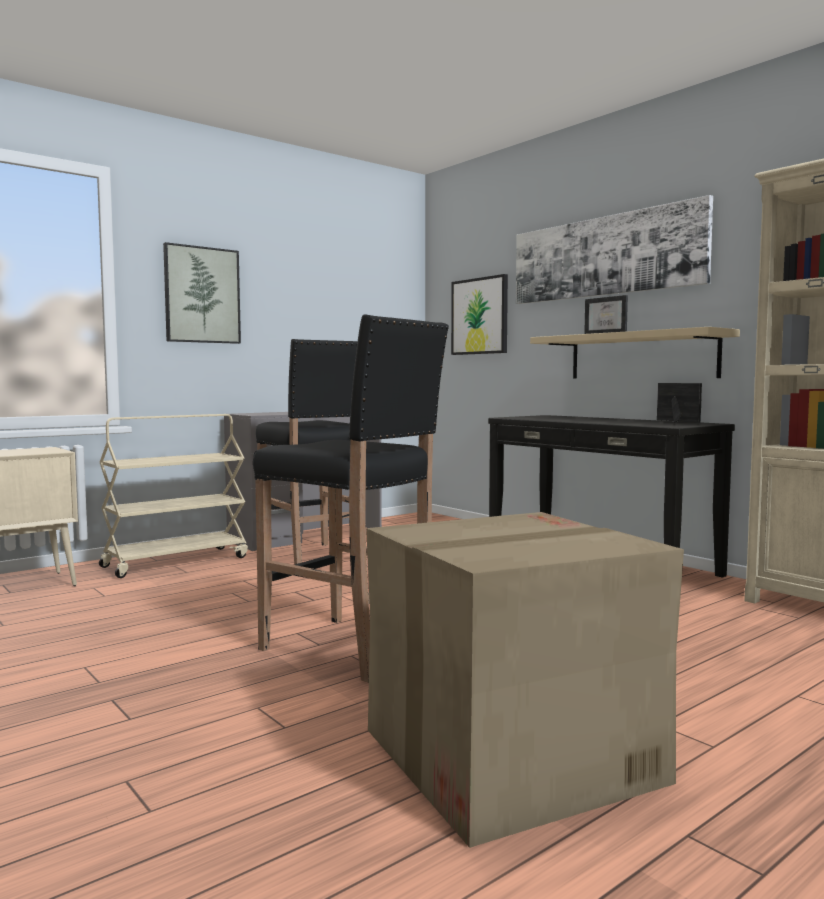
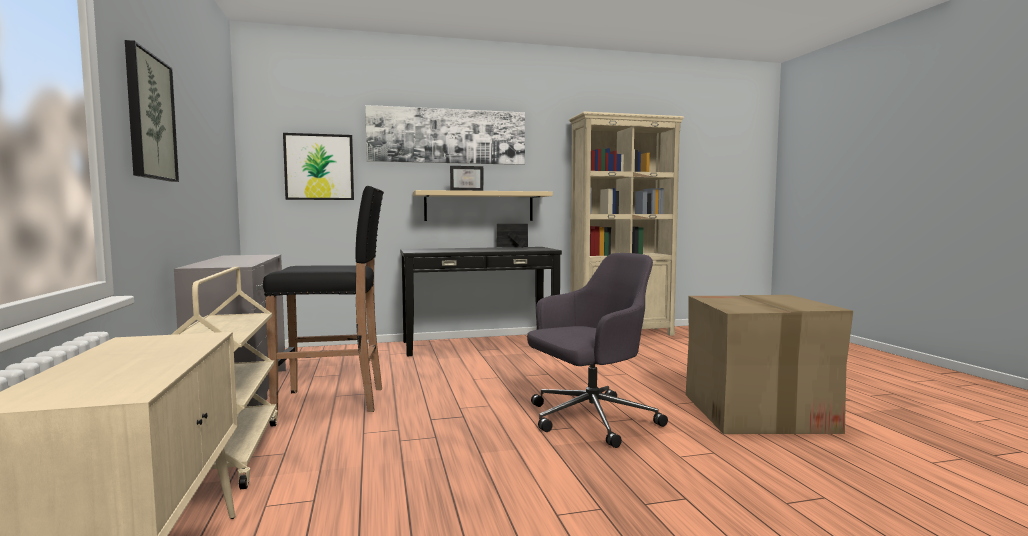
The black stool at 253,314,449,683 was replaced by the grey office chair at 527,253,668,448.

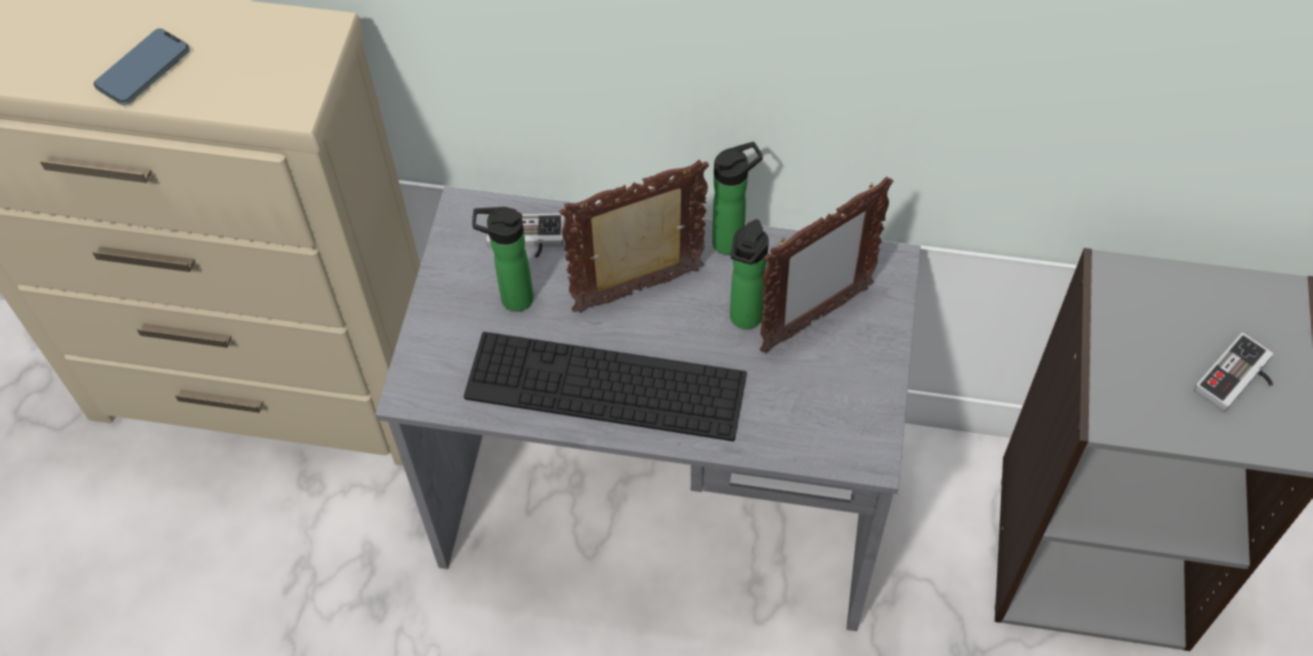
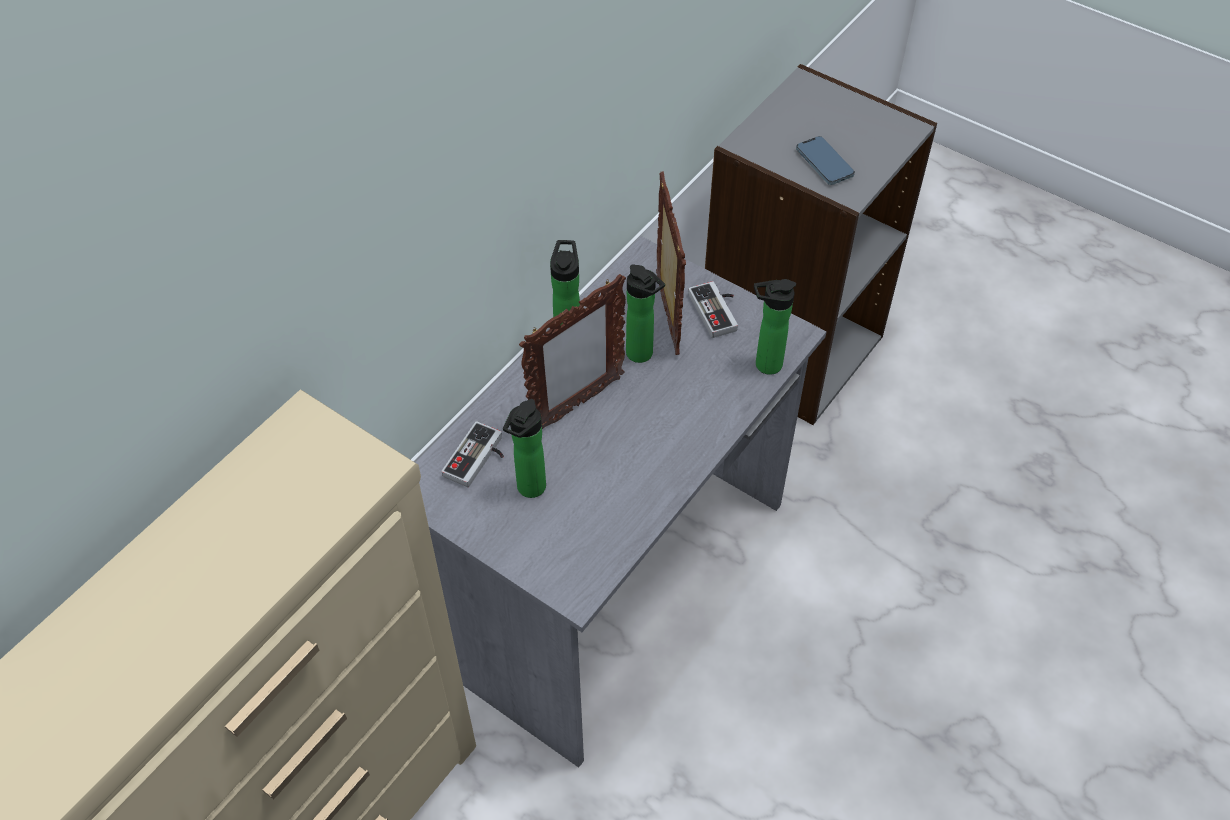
The picture frame at 559,160,709,313 turned 135 degrees counterclockwise.
The game controller moved from 1194,333,1273,412 to 688,281,738,338.
The bottle at 754,279,796,375 appeared.
The phone moved from 94,29,190,106 to 796,136,855,185.
The keyboard at 464,332,747,441 disappeared.

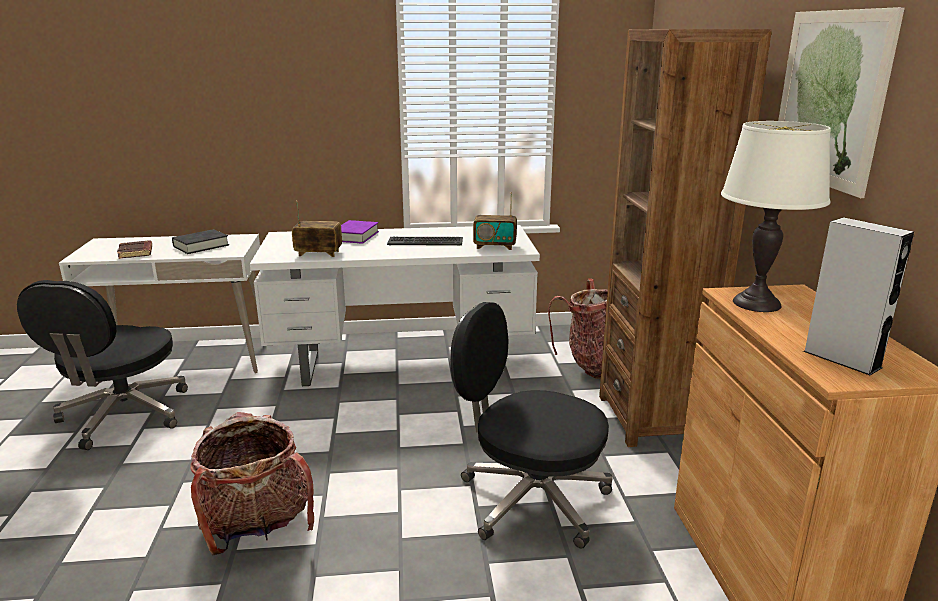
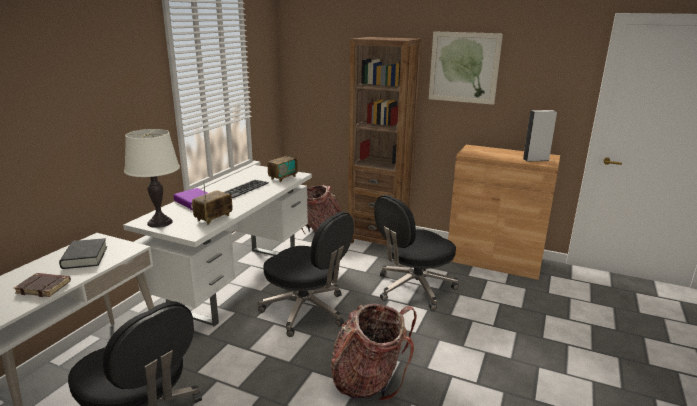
The white table lamp moved from 721,121,831,312 to 124,129,180,228.
The black office chair at 258,212,354,337 appeared.

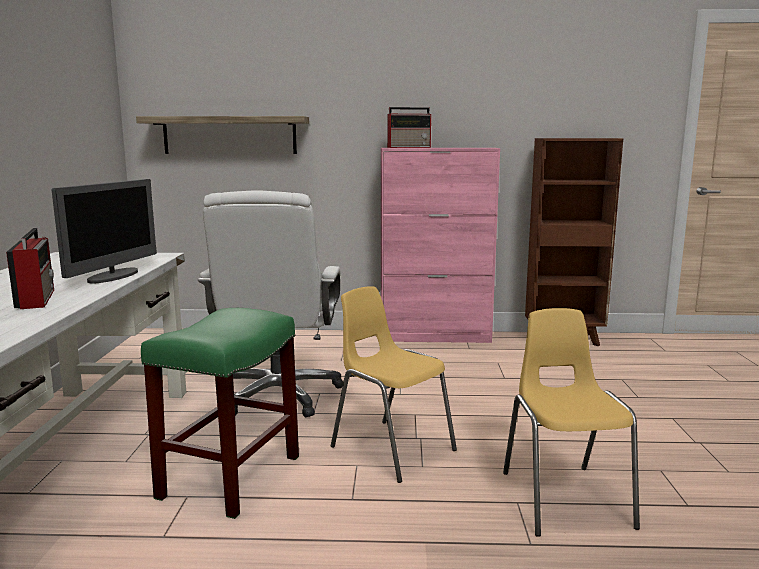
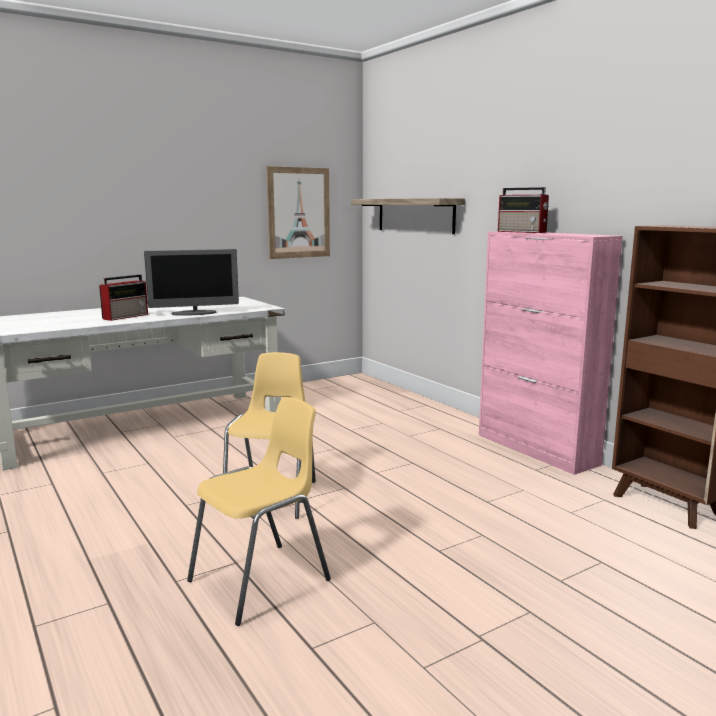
The picture at 266,166,330,259 appeared.
The green stool at 141,308,299,519 disappeared.
The white office chair at 198,190,343,417 disappeared.

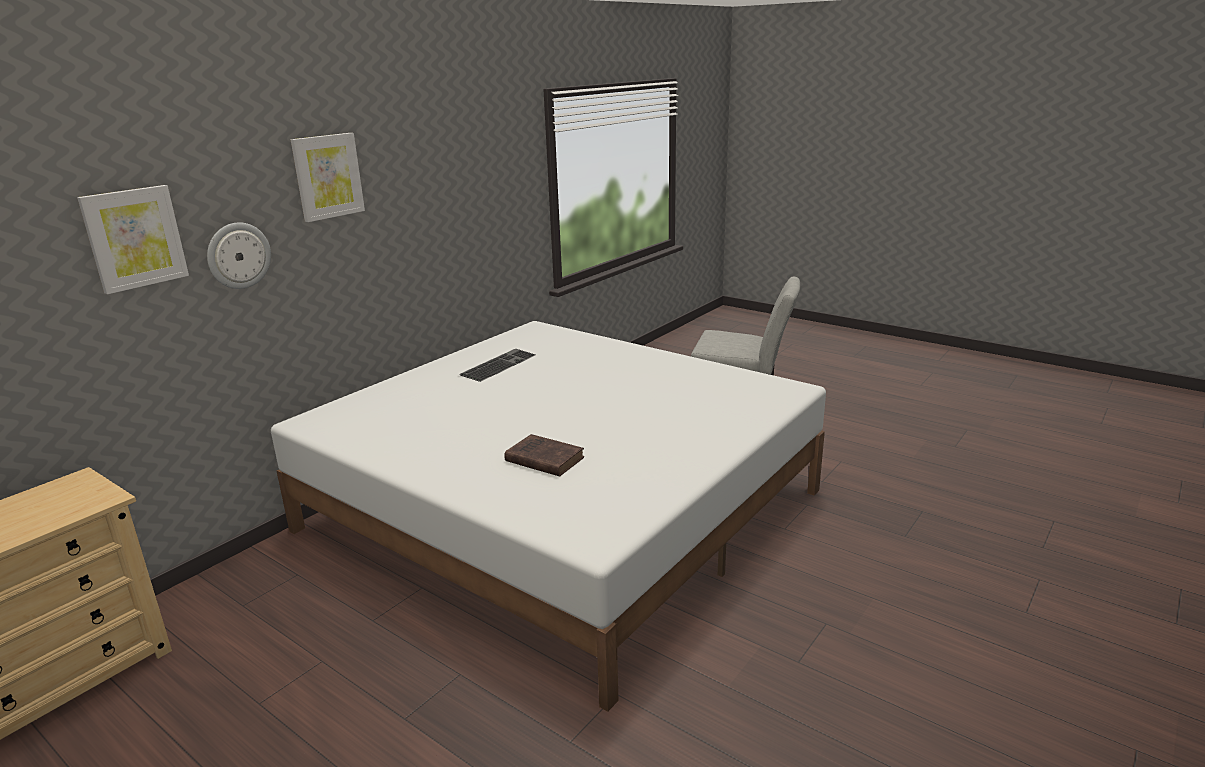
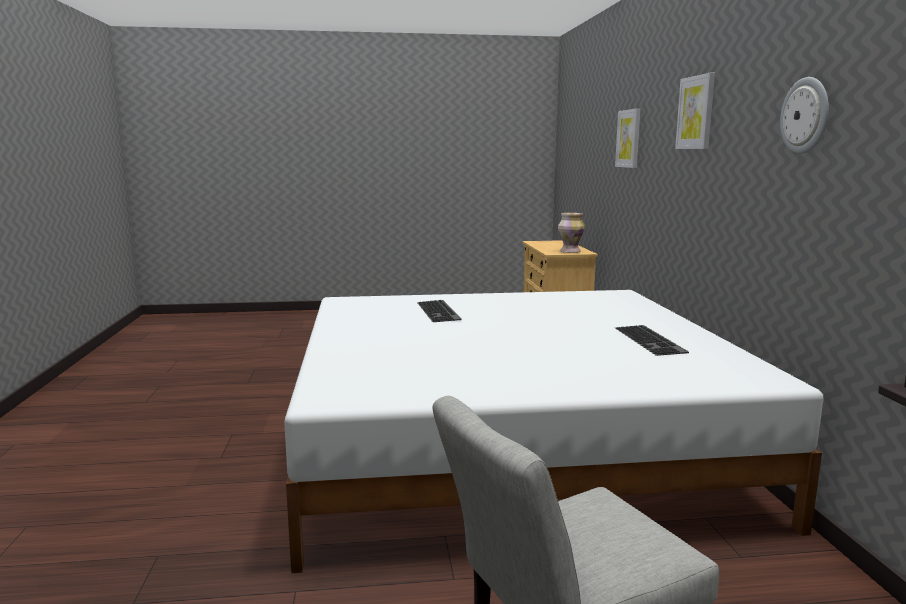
The brown book at 504,434,584,476 was replaced by the keyboard at 417,300,462,322.
The vase at 558,213,585,253 appeared.
The wall clock moved from 207,222,271,289 to 780,77,829,154.

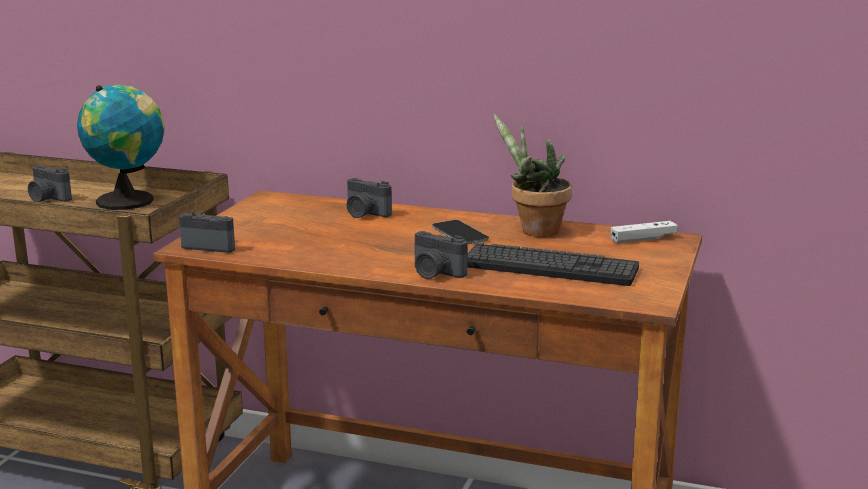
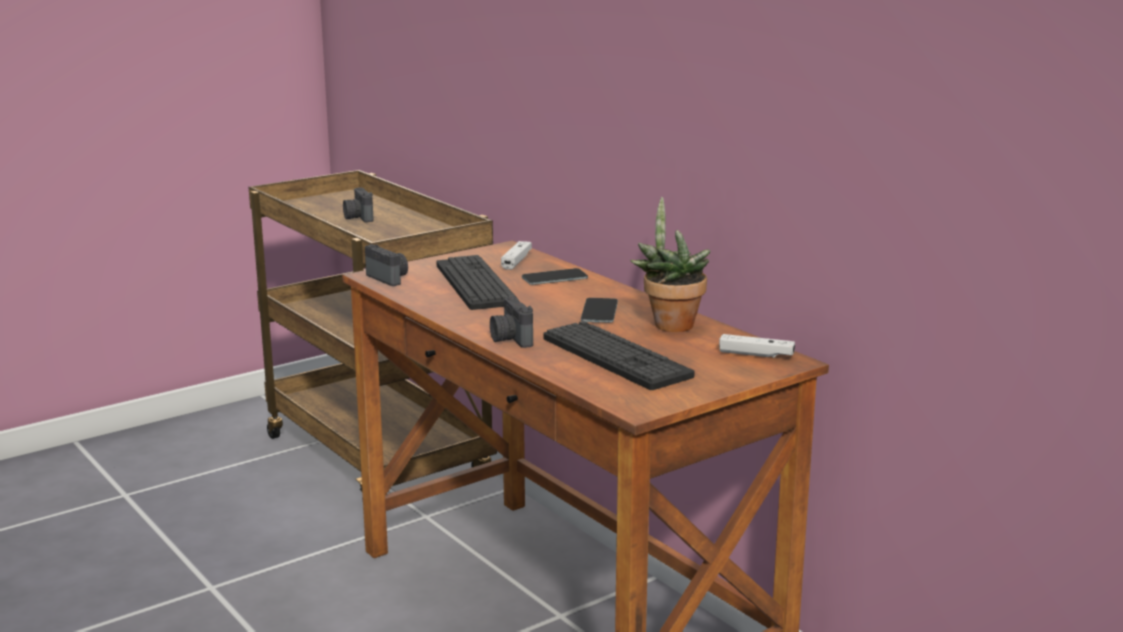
The keyboard at 436,255,517,310 appeared.
The white game controller at 501,241,532,270 appeared.
The photo camera at 346,178,392,218 was replaced by the phone at 522,268,588,285.
The globe at 77,85,165,210 disappeared.

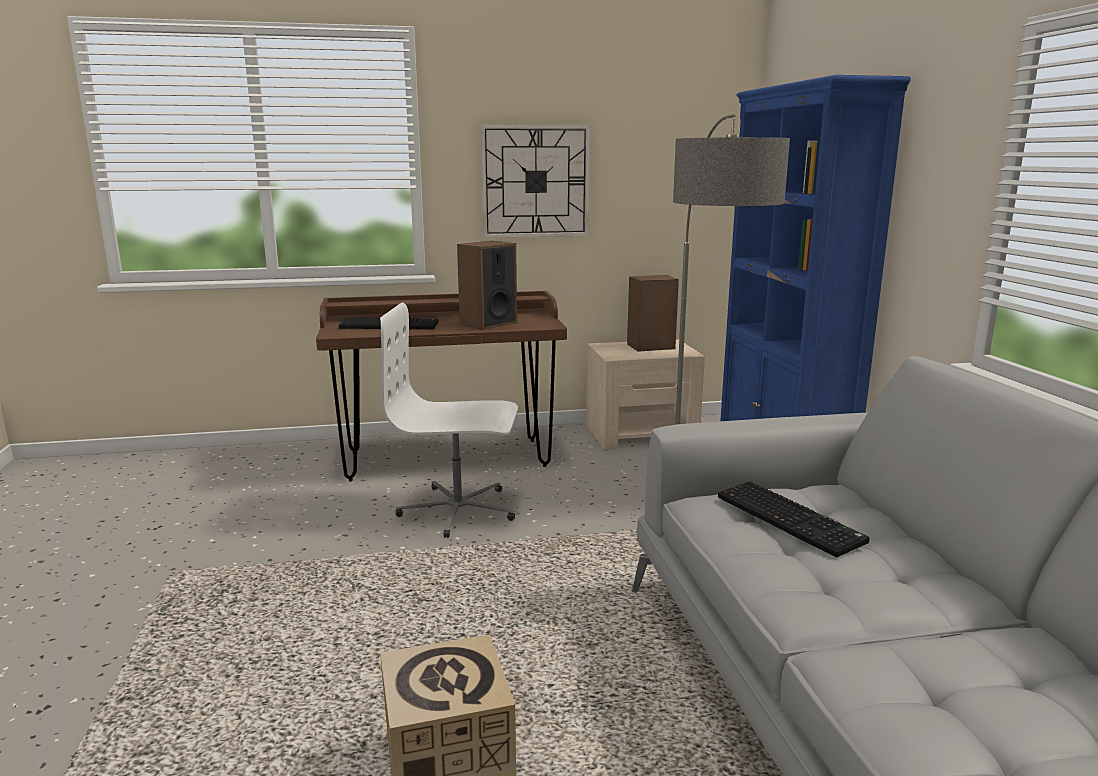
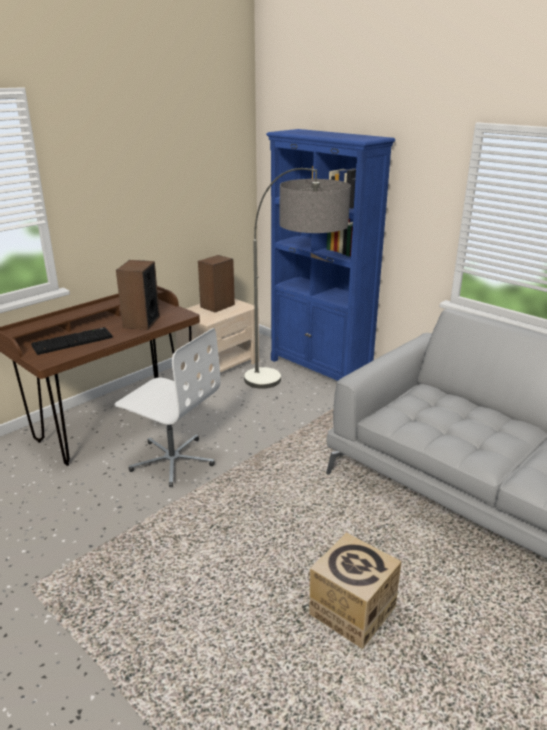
The white office chair at 380,303,518,538 turned 120 degrees counterclockwise.
The wall clock at 480,124,590,238 disappeared.
The keyboard at 718,481,870,557 disappeared.

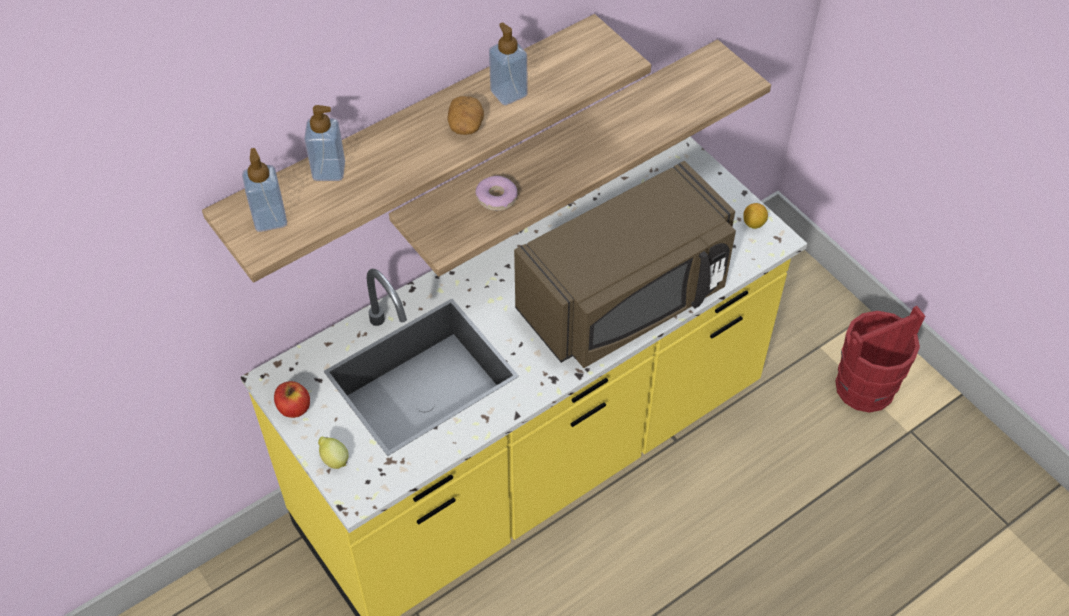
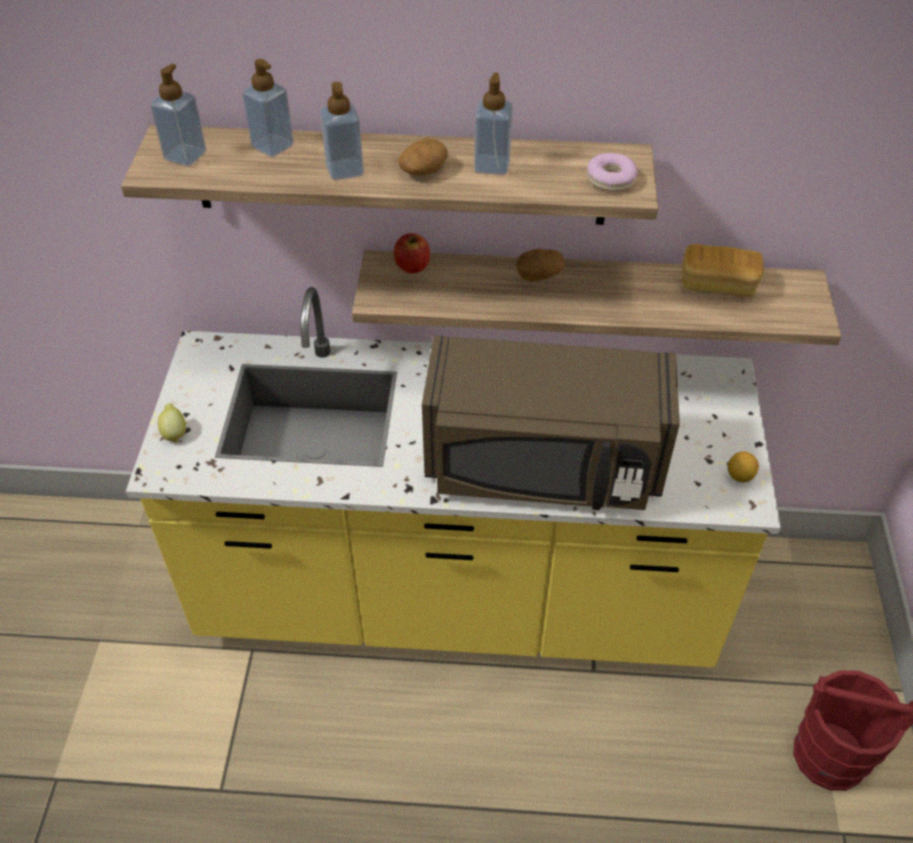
The soap dispenser at 320,82,364,180 appeared.
The apple moved from 274,381,310,418 to 394,233,430,273.
The potato at 516,249,564,281 appeared.
The donut moved from 475,176,517,211 to 587,153,638,192.
The bread at 682,244,764,297 appeared.

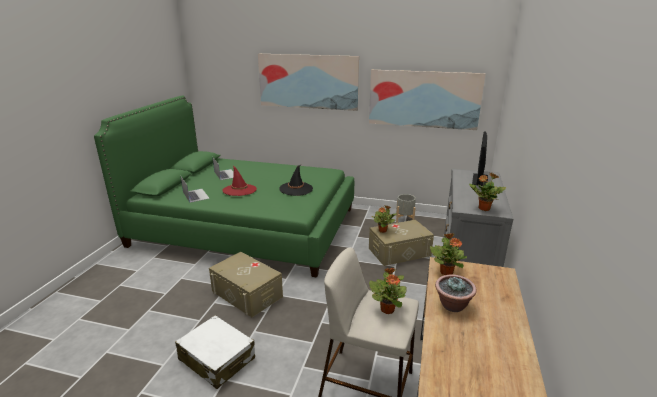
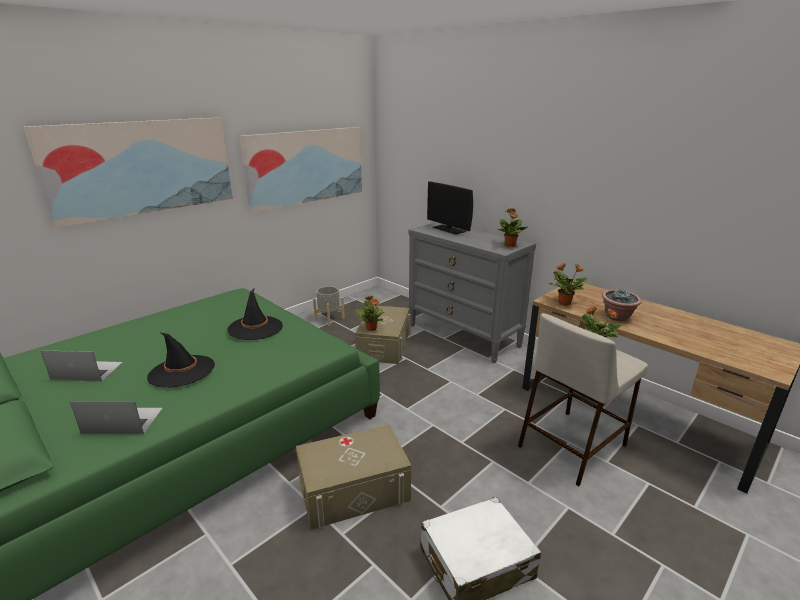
The red hat at 222,165,257,196 became the black hat at 147,332,215,388.

